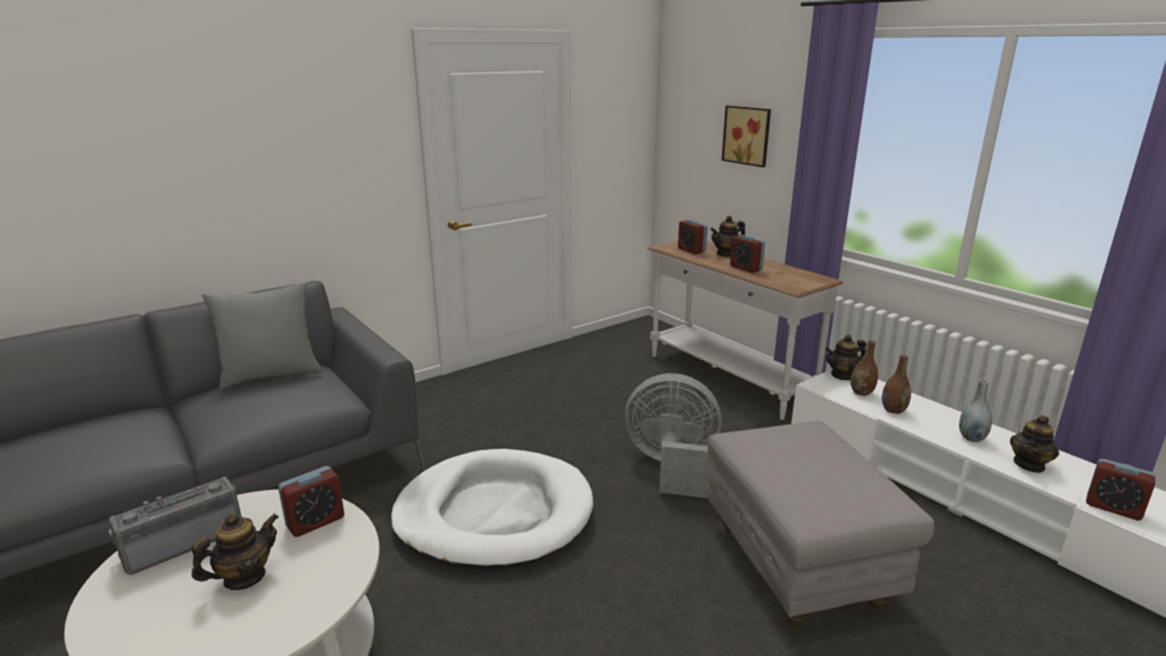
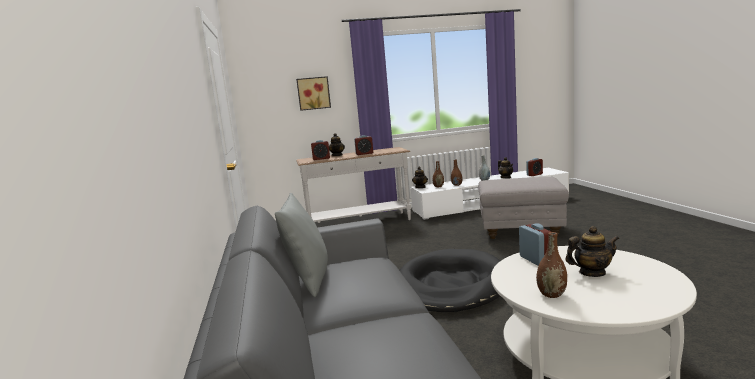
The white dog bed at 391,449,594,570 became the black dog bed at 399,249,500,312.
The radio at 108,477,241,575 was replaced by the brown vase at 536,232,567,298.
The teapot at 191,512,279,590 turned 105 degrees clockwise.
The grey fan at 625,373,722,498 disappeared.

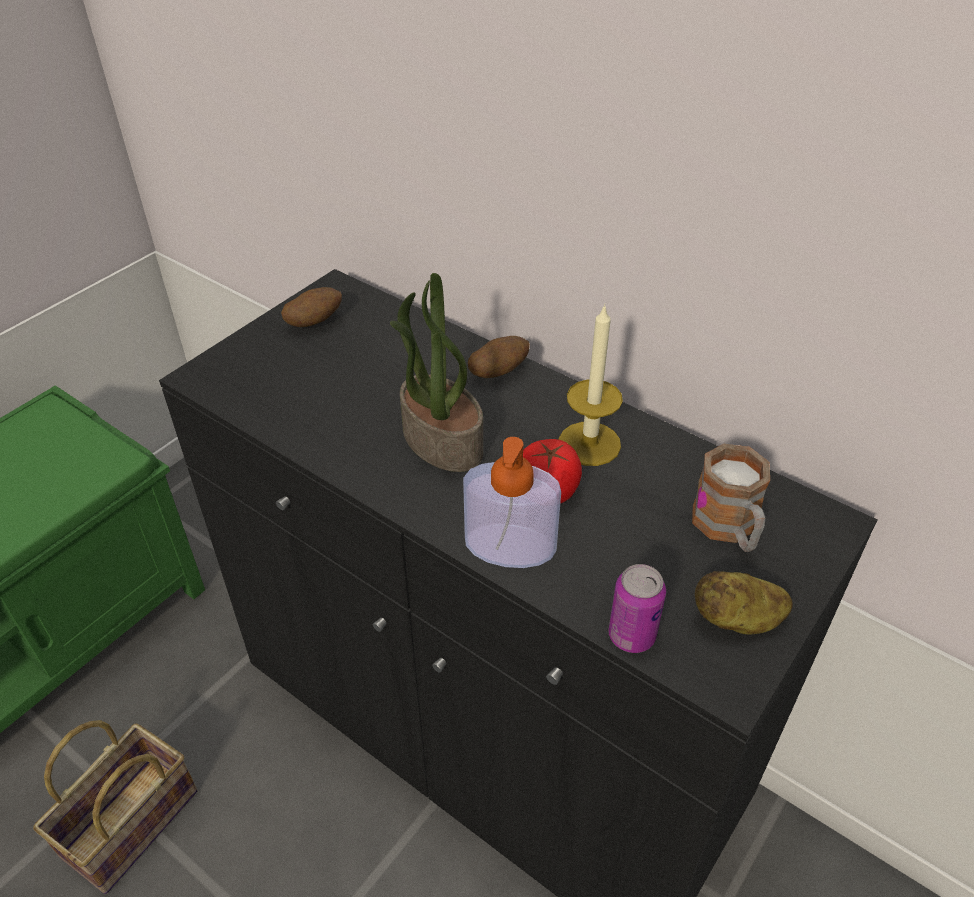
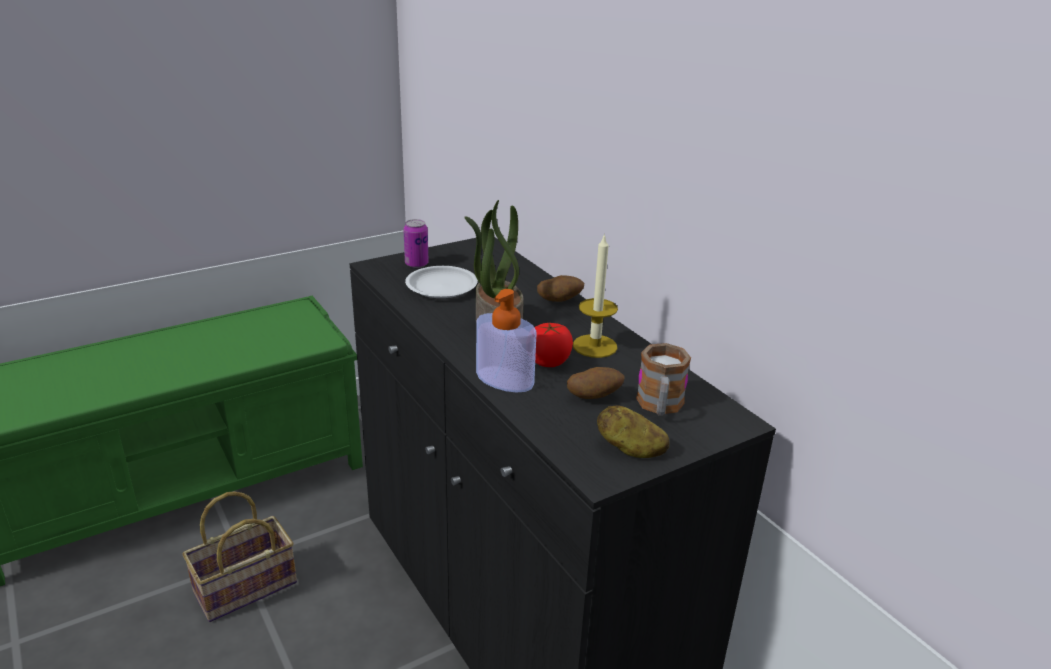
The can moved from 608,564,666,653 to 403,219,429,268.
The white plate at 405,266,478,298 appeared.
The potato moved from 281,287,342,327 to 567,367,624,399.

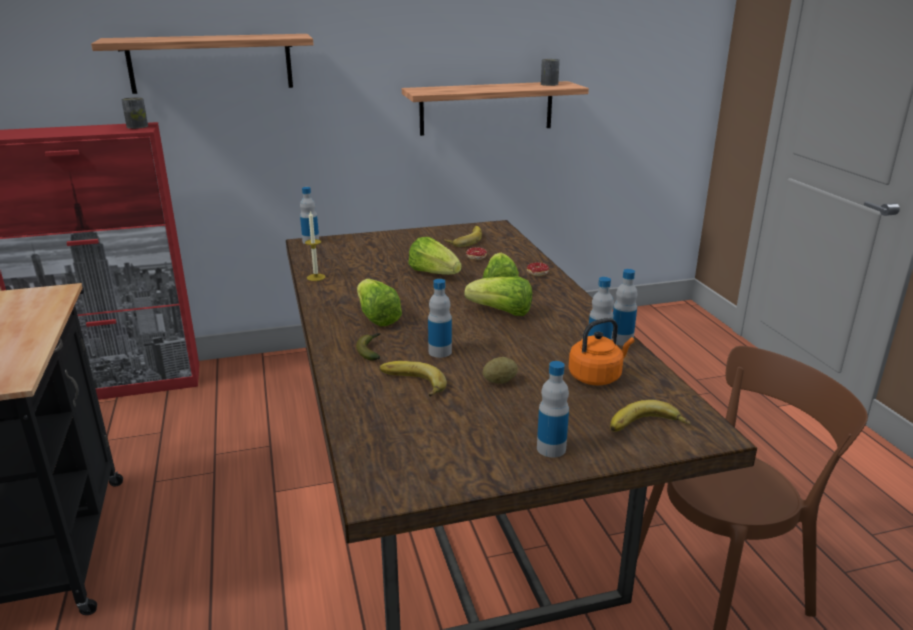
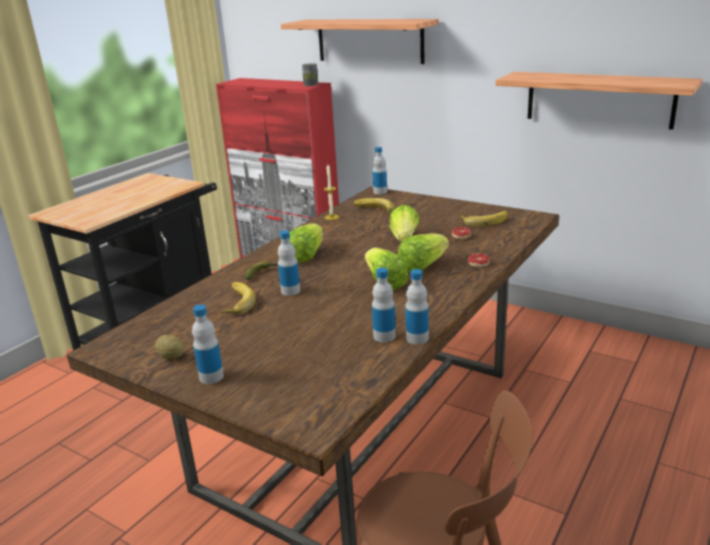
The potato moved from 483,357,518,384 to 155,335,184,359.
The banana moved from 610,400,691,432 to 354,198,395,213.
The can at 541,59,560,86 disappeared.
The orange kettle at 569,318,635,385 disappeared.

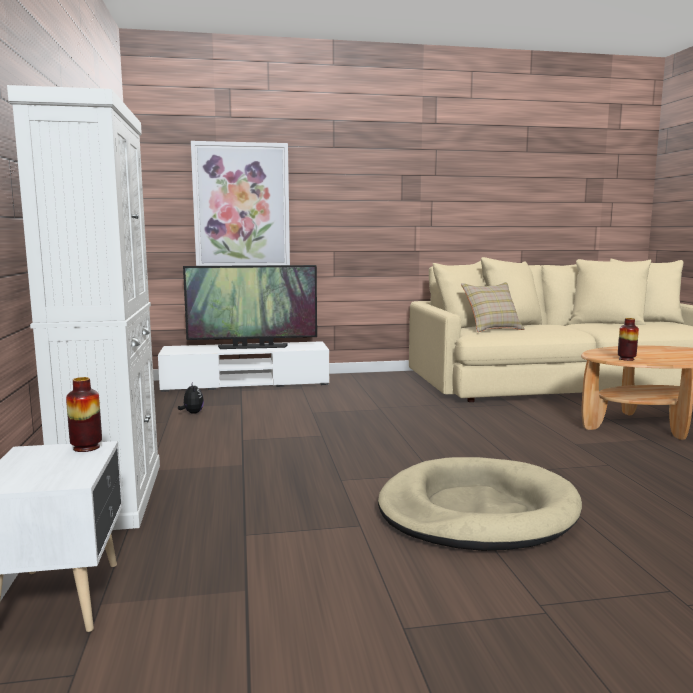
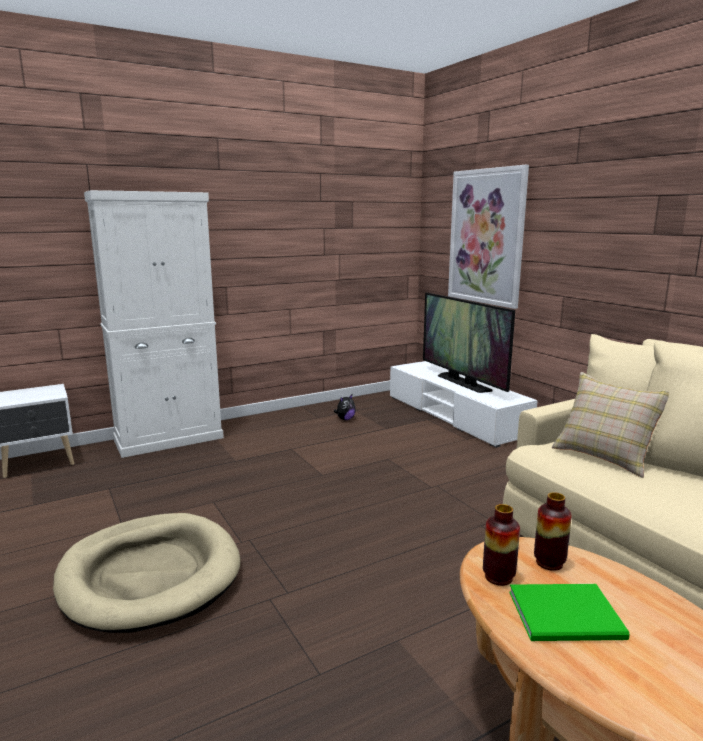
The green book at 509,584,629,641 appeared.
The vase moved from 66,377,102,452 to 534,492,572,571.

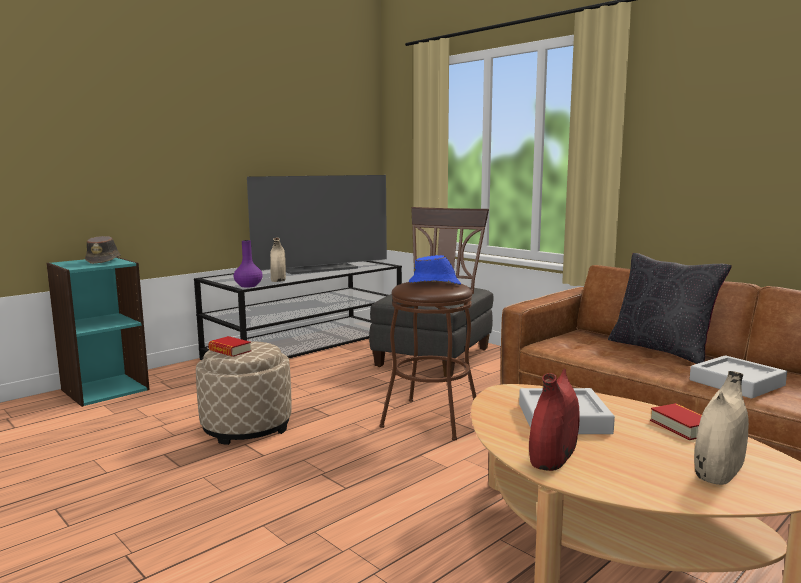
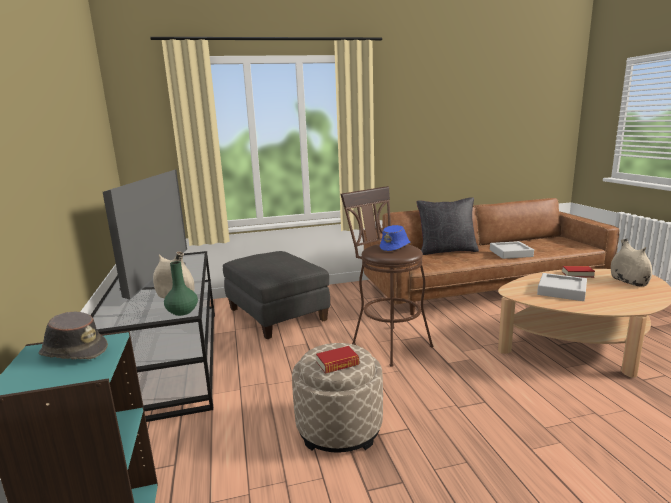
The purple vase at 234,240,263,287 became the green vase at 164,261,198,316.
The red vase at 529,369,579,471 disappeared.

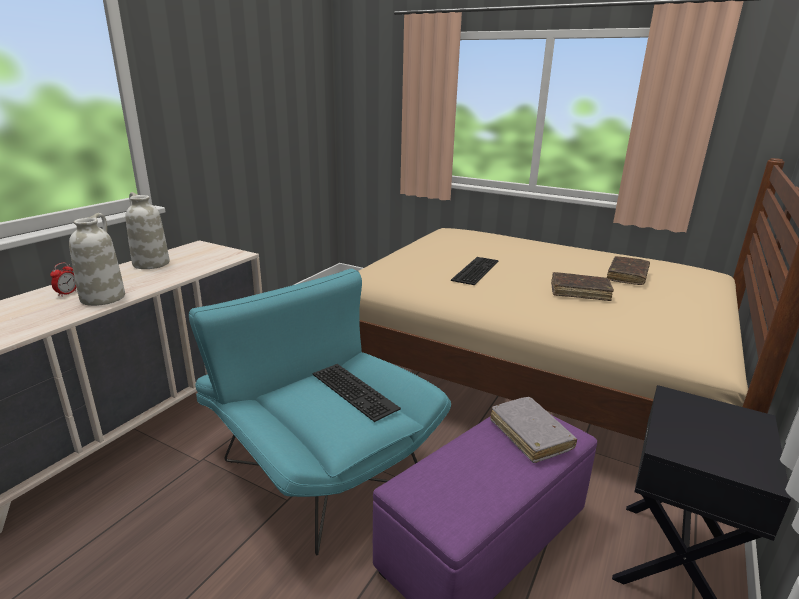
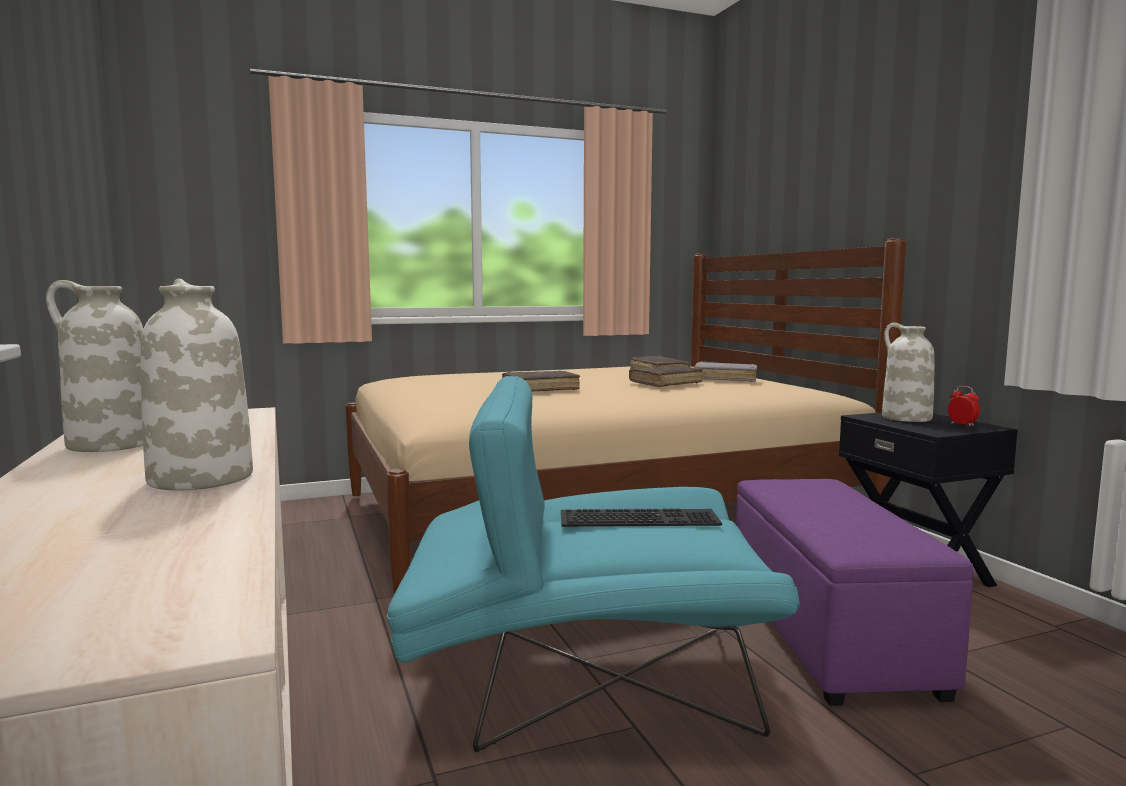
The keyboard at 451,257,499,285 was replaced by the brown book at 502,371,580,392.
The grey book moved from 490,397,577,463 to 694,362,757,382.
The white vase at 882,323,934,422 appeared.
The alarm clock moved from 50,263,77,296 to 948,386,980,426.

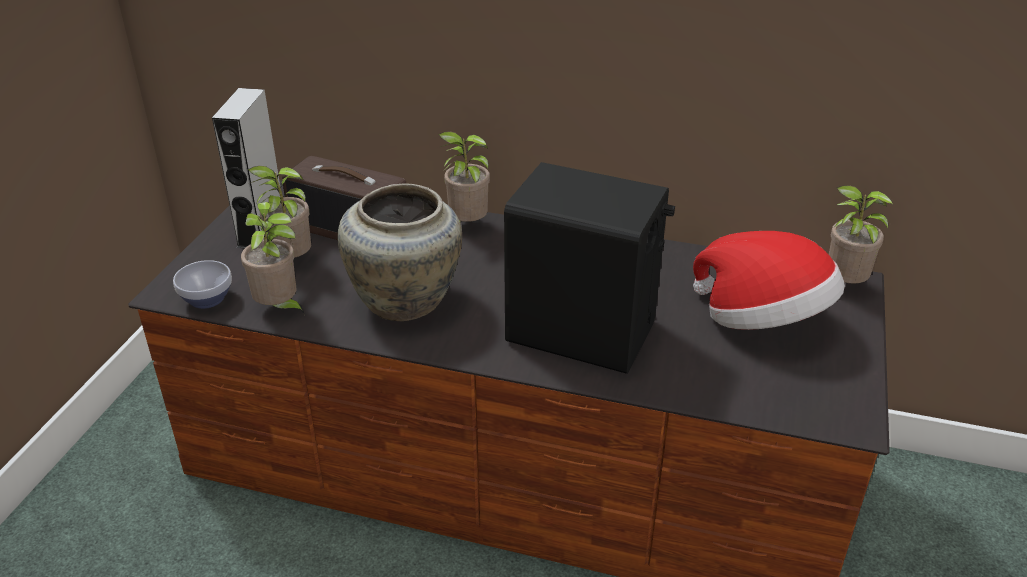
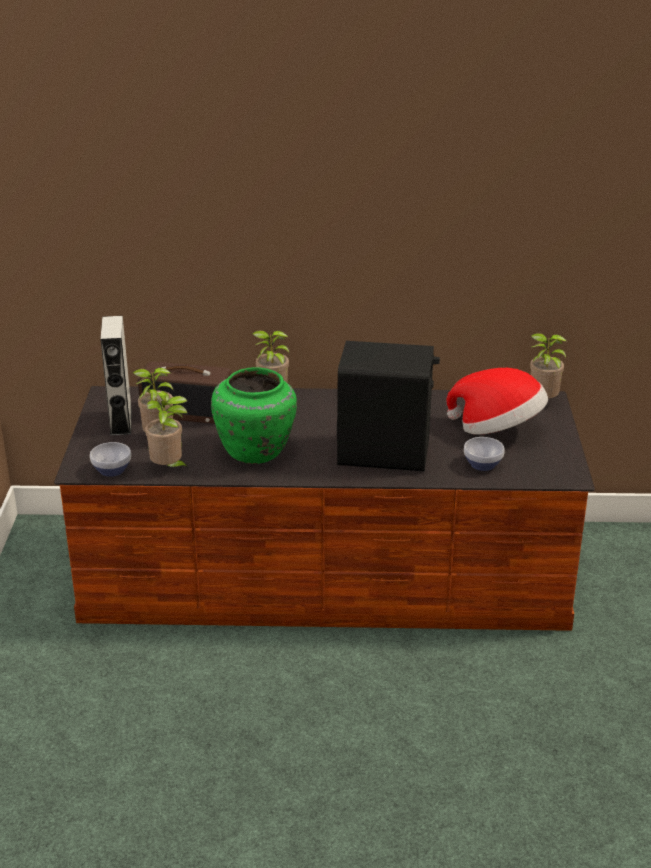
The beige vase at 337,183,462,321 became the green vase at 211,367,297,464.
The bowl at 464,437,505,471 appeared.

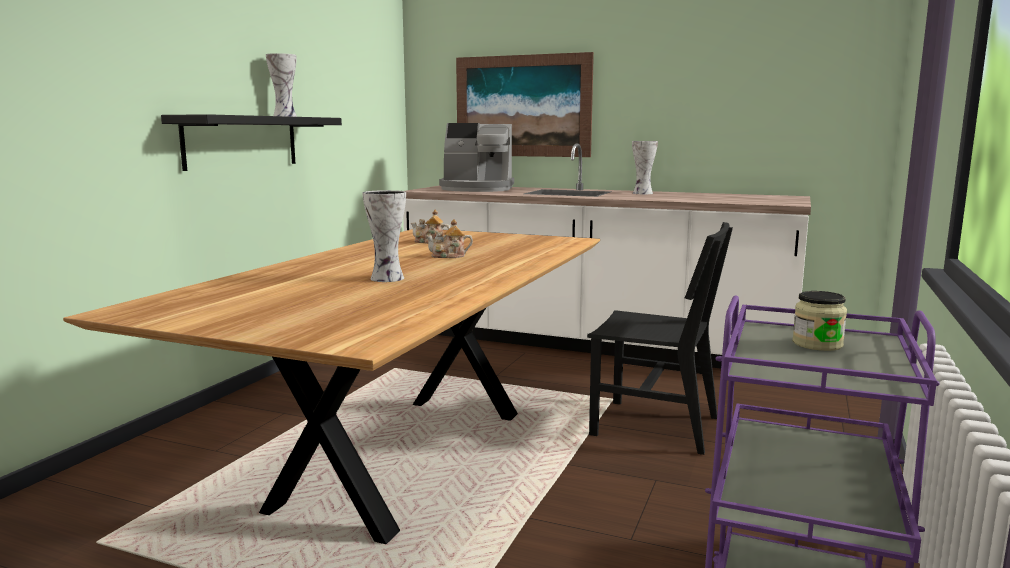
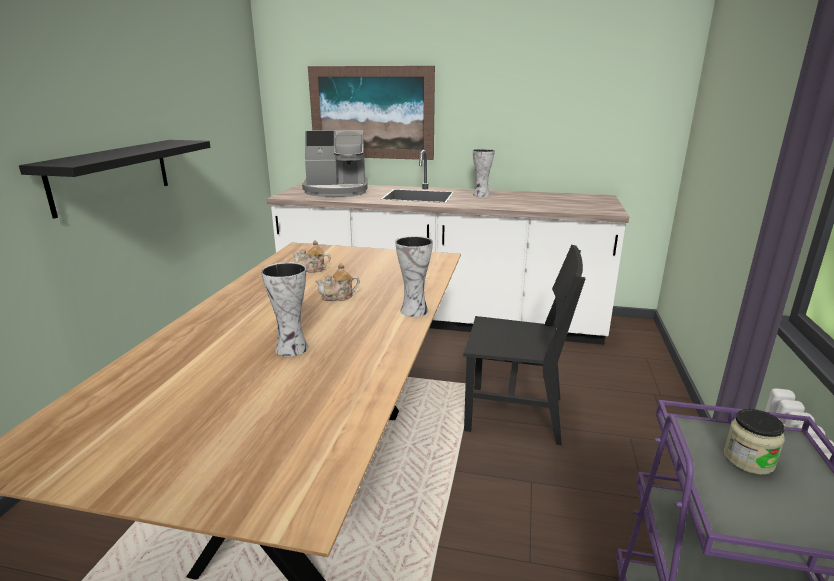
The vase moved from 266,53,297,117 to 395,236,433,317.

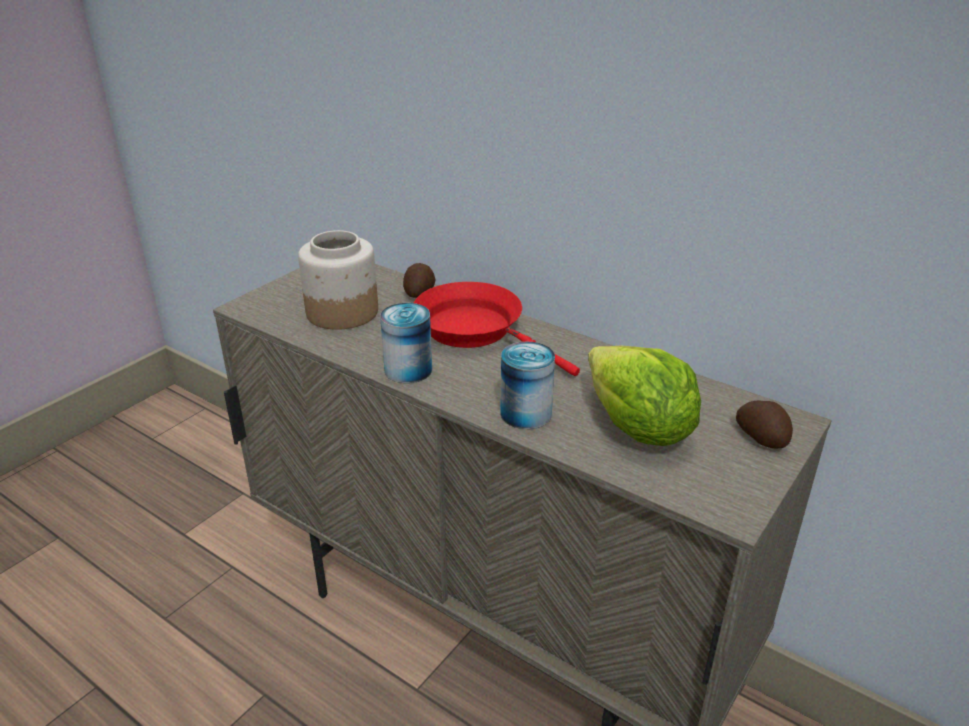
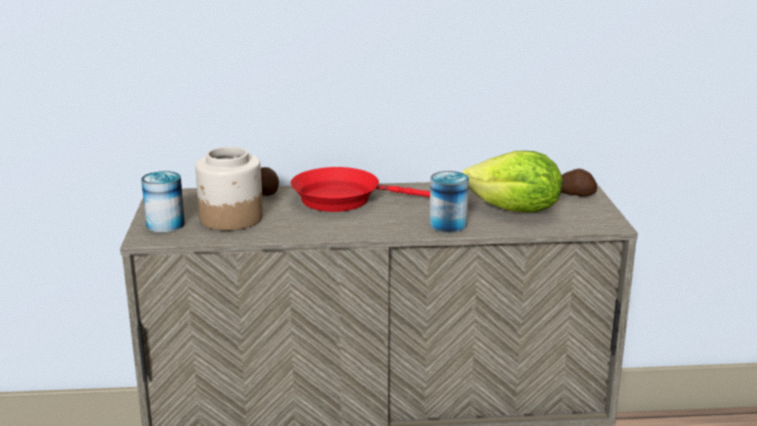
The can moved from 380,303,432,383 to 141,171,185,233.

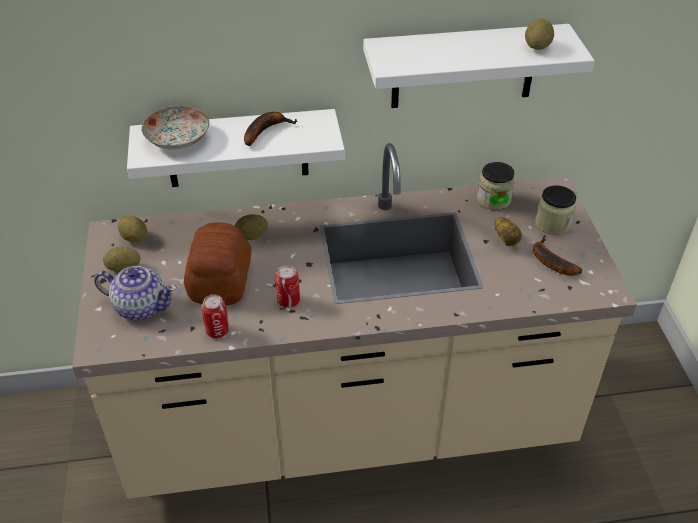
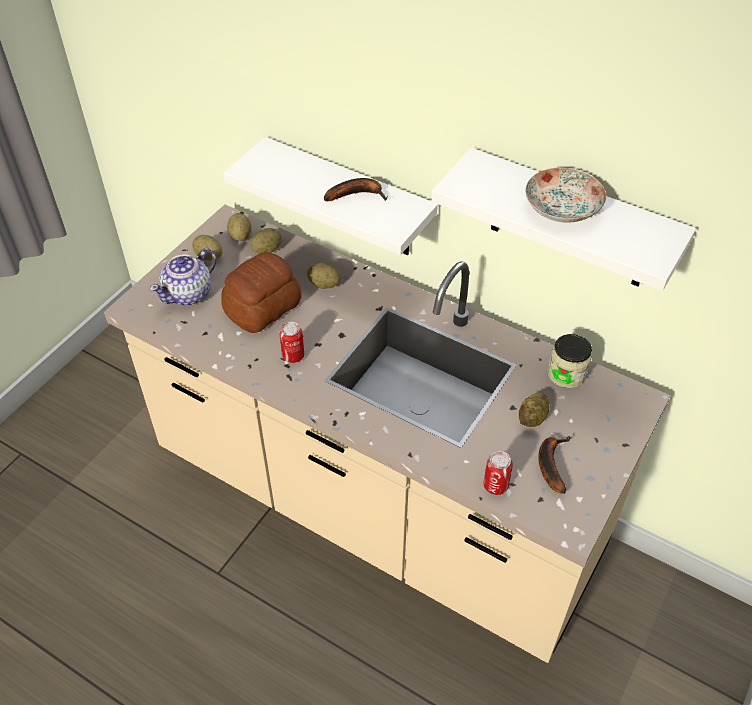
The teapot at 94,266,177,320 turned 75 degrees clockwise.
The potato moved from 525,18,554,50 to 250,228,282,254.
The can moved from 202,294,229,338 to 483,451,513,495.
The plate moved from 141,106,209,149 to 525,168,606,223.
The jar at 535,185,576,235 disappeared.

